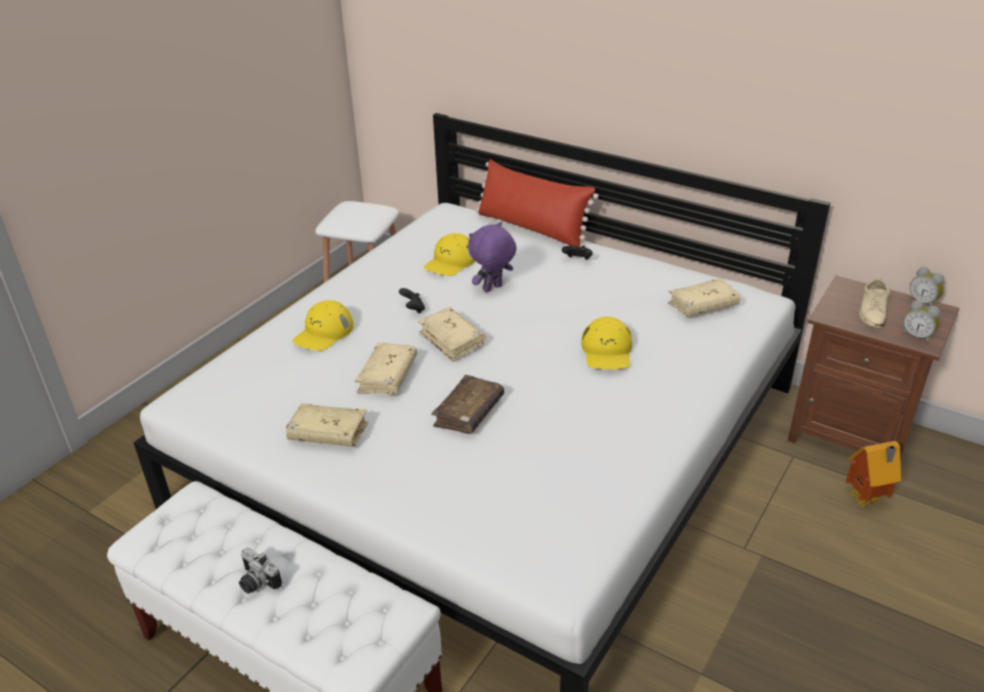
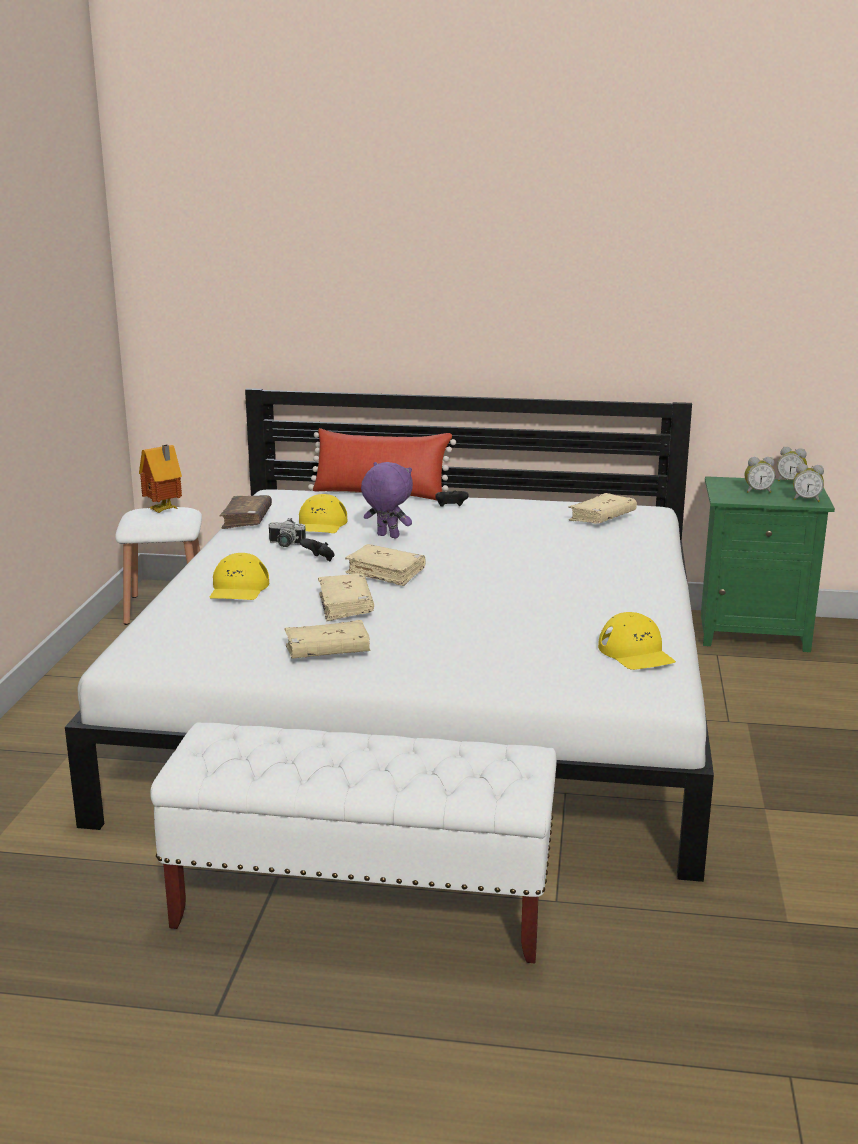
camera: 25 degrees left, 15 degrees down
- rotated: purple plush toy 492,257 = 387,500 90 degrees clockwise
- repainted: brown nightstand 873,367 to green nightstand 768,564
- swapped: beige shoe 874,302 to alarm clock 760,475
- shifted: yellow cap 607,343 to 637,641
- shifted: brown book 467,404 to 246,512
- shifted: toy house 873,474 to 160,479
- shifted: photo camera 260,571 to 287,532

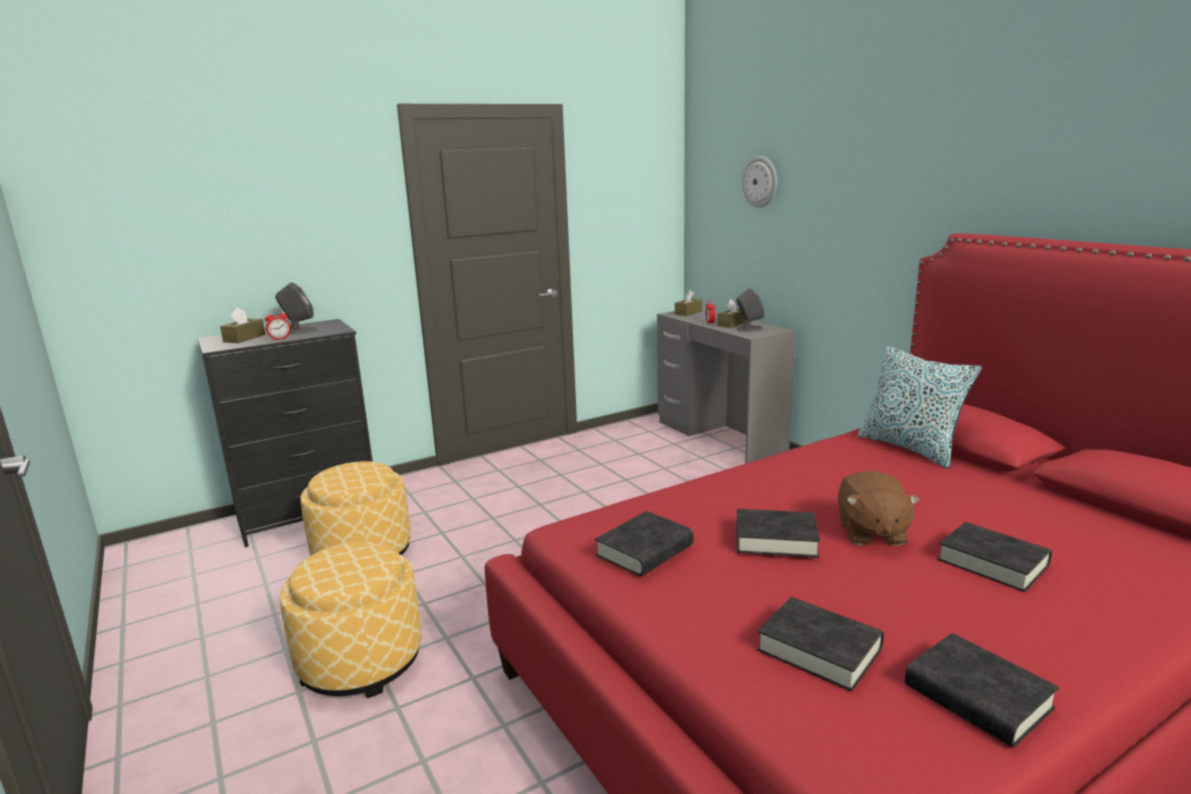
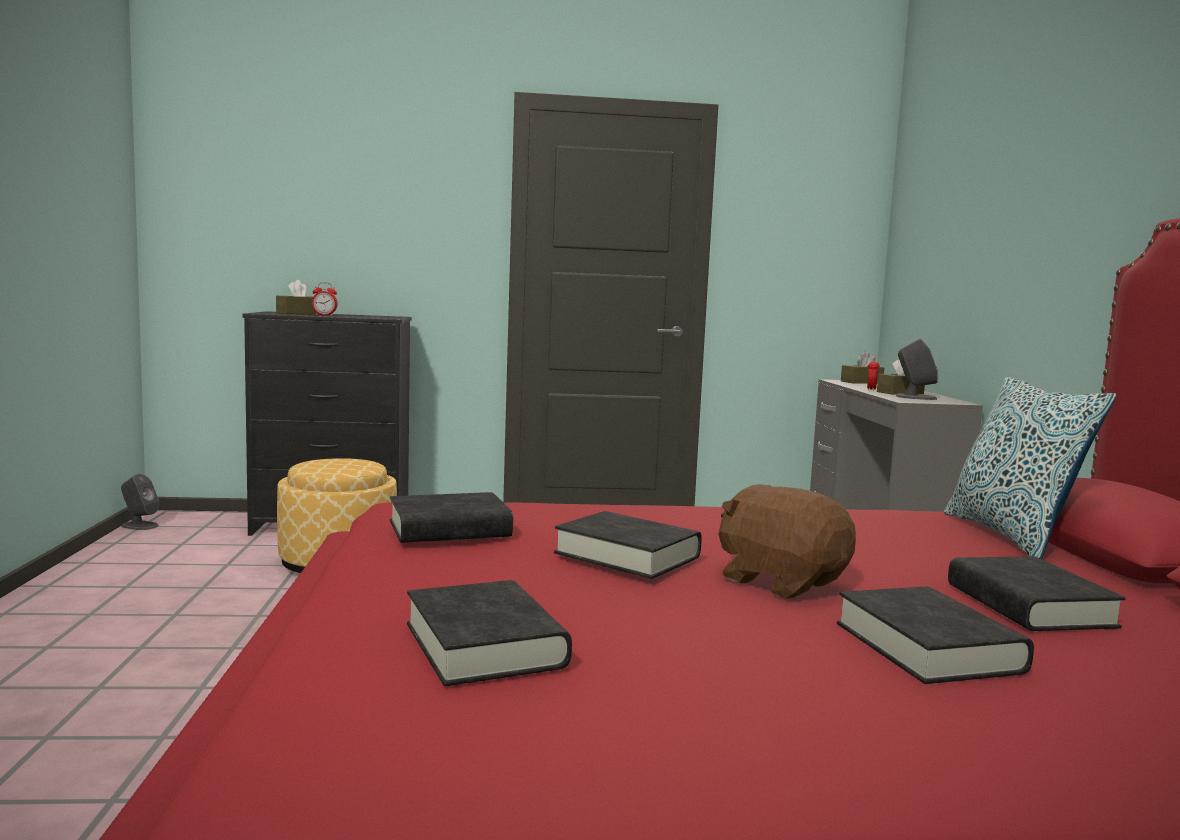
camera: 25 degrees right, 10 degrees down
- gone: wall clock 759,182
- shifted: grey speaker 296,308 to 140,502
- rotated: brown plush toy 879,508 = 787,541 105 degrees clockwise
- gone: ottoman 350,620
- shifted: black book 982,690 to 1037,593

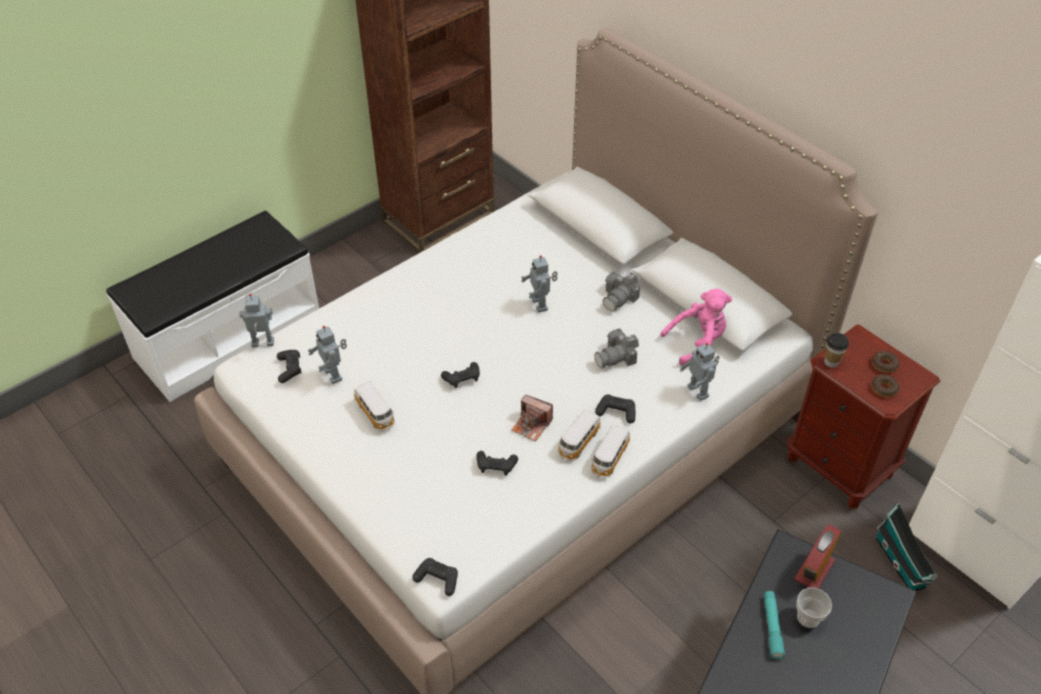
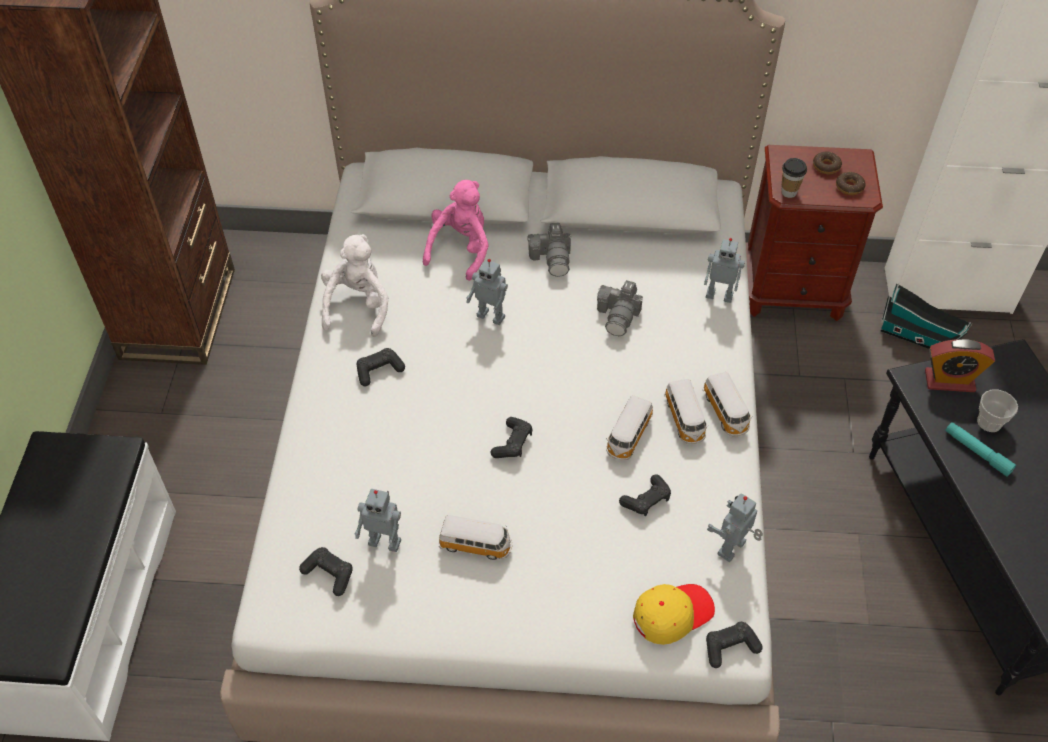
camera: 45 degrees left, 5 degrees up
- shifted: pink plush toy 696,327 to 456,230
- shifted: toy robot 256,321 to 735,527
- swapped: photo camera 532,417 to toy car 629,427
- shifted: black game controller 615,409 to 380,367
- rotated: alarm clock 818,556 = 960,365 75 degrees counterclockwise
- new: white plush toy 355,285
- new: yellow cap 674,614

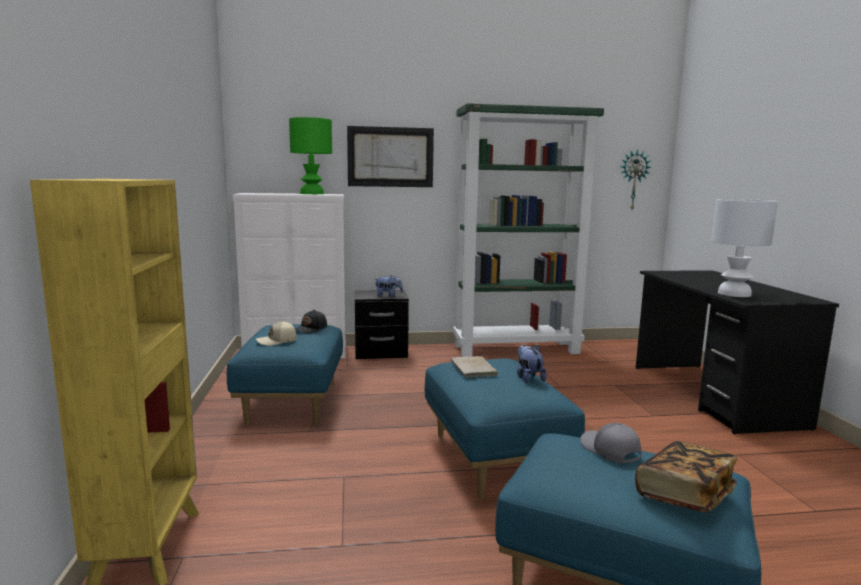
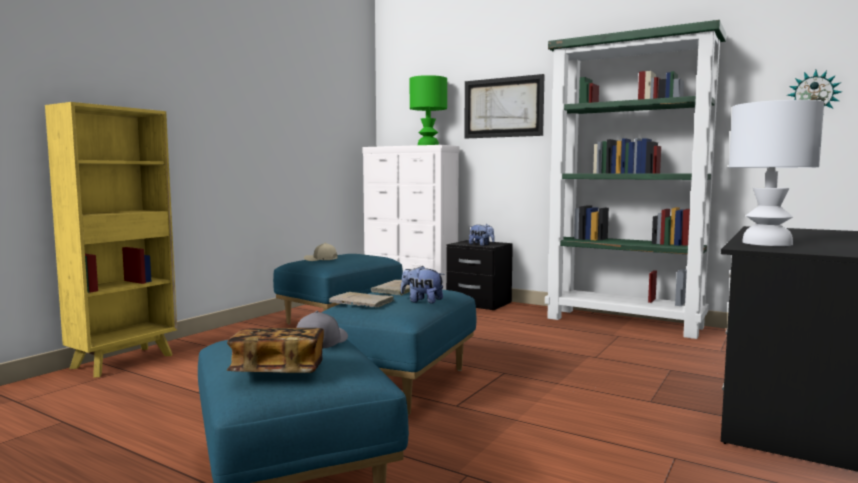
camera: 40 degrees right, 5 degrees down
- gone: black cap 311,321
- rotated: plush toy 532,364 = 422,284 90 degrees counterclockwise
- new: beige book 362,300

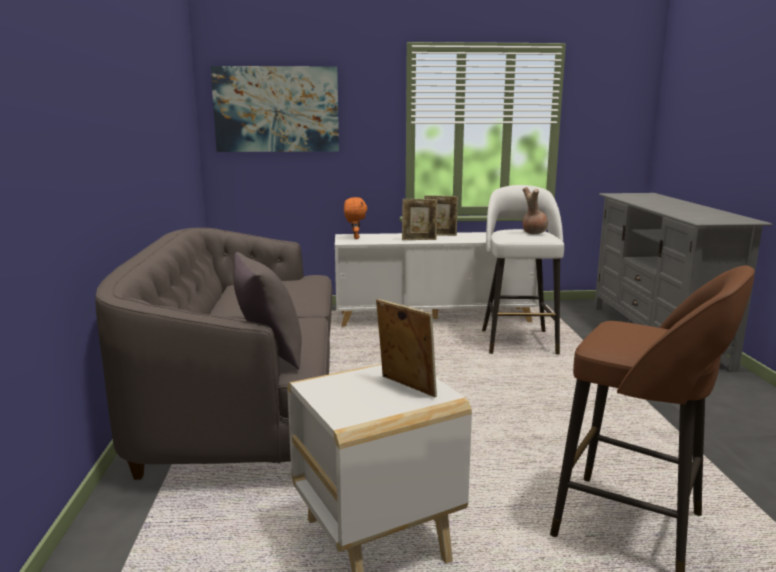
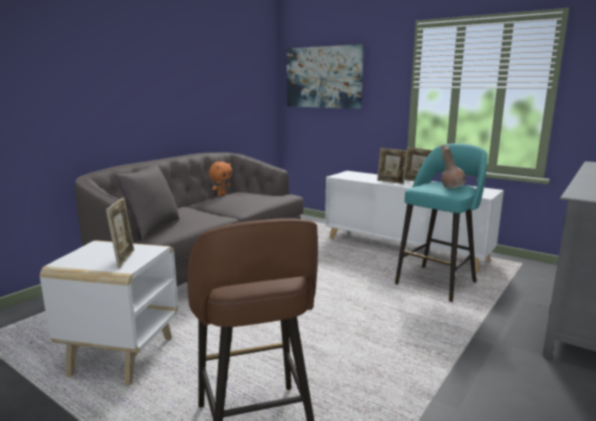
camera: 40 degrees right, 0 degrees up
- repainted: white stool 523,270 to turquoise stool 441,222
- shifted: orange plush toy 356,218 to 220,179

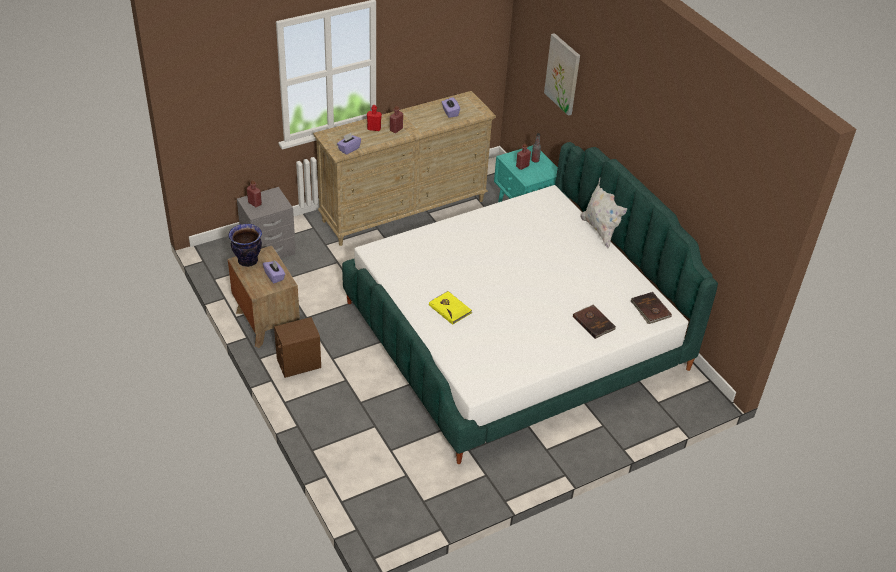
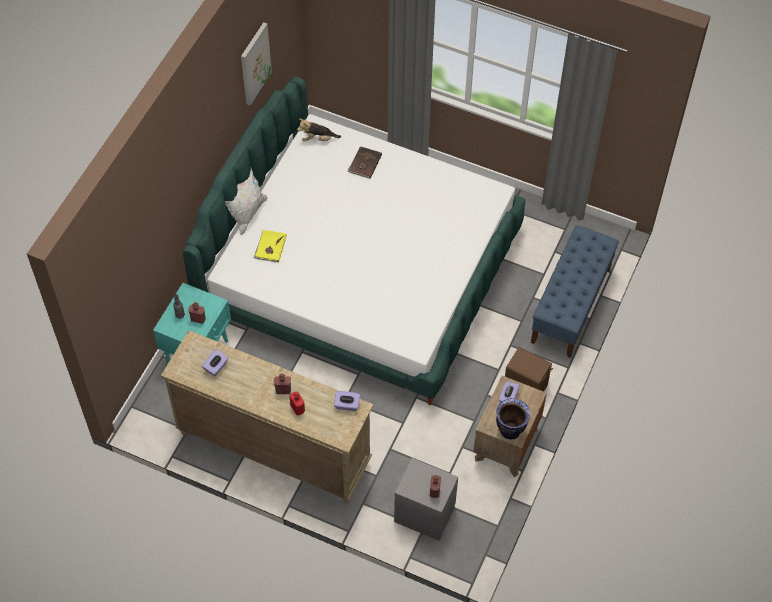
camera: 125 degrees left, 15 degrees up
- shifted: picture 562,74 to 256,63
- shifted: yellow book 450,308 to 270,246
- swapped: brown book 651,308 to plush toy 319,130
- new: blue bench 575,291

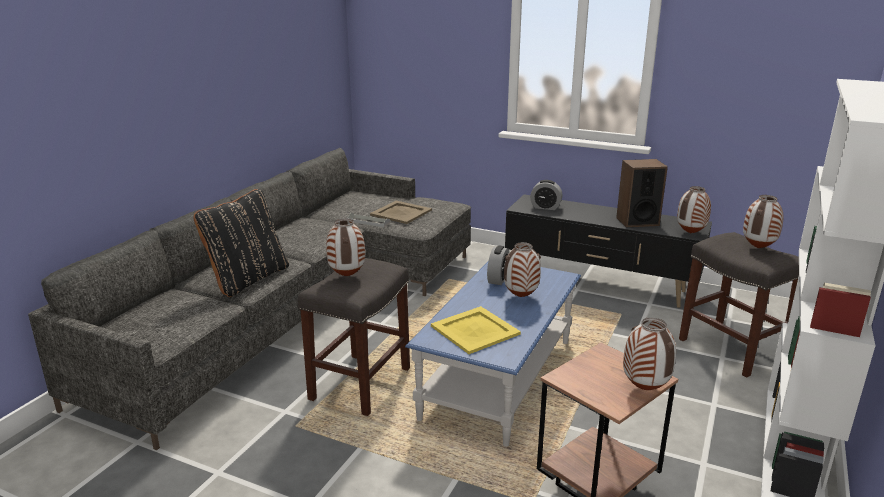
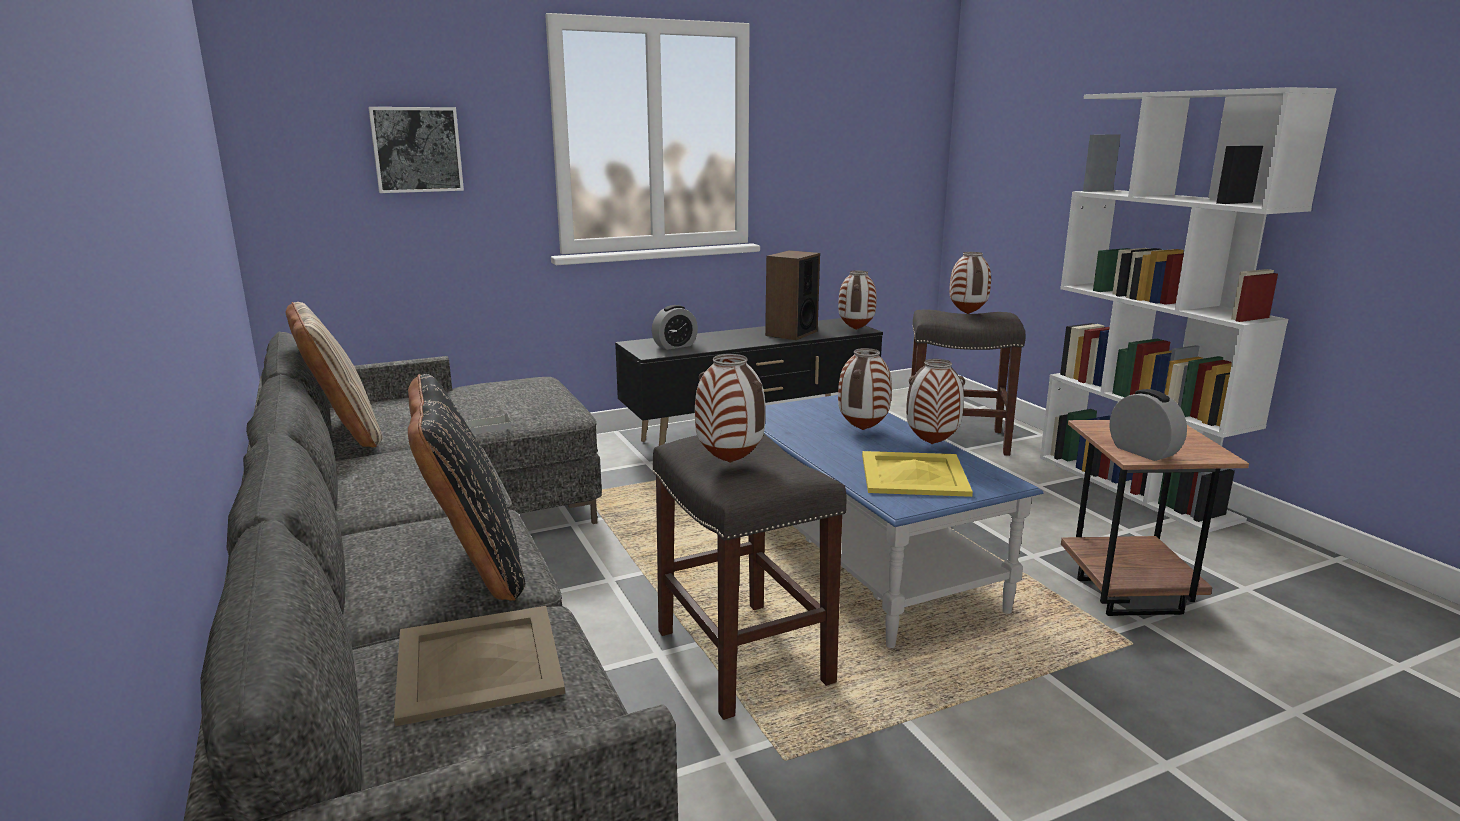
camera: 50 degrees left, 5 degrees down
- shifted: beige tray 401,212 to 479,666
- shifted: alarm clock 498,265 to 1148,425
- shifted: vase 649,353 to 935,401
- new: picture 416,150
- new: beige pillow 334,374

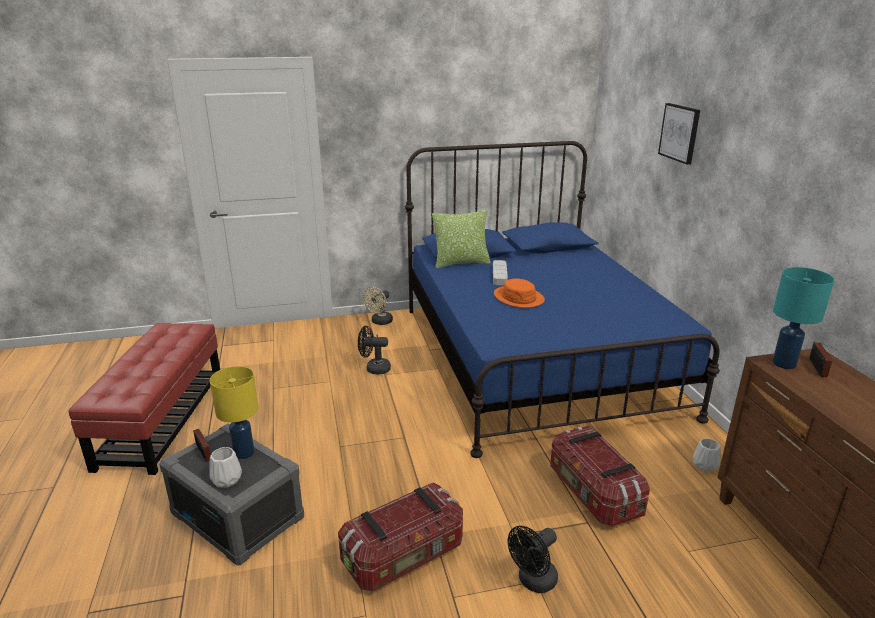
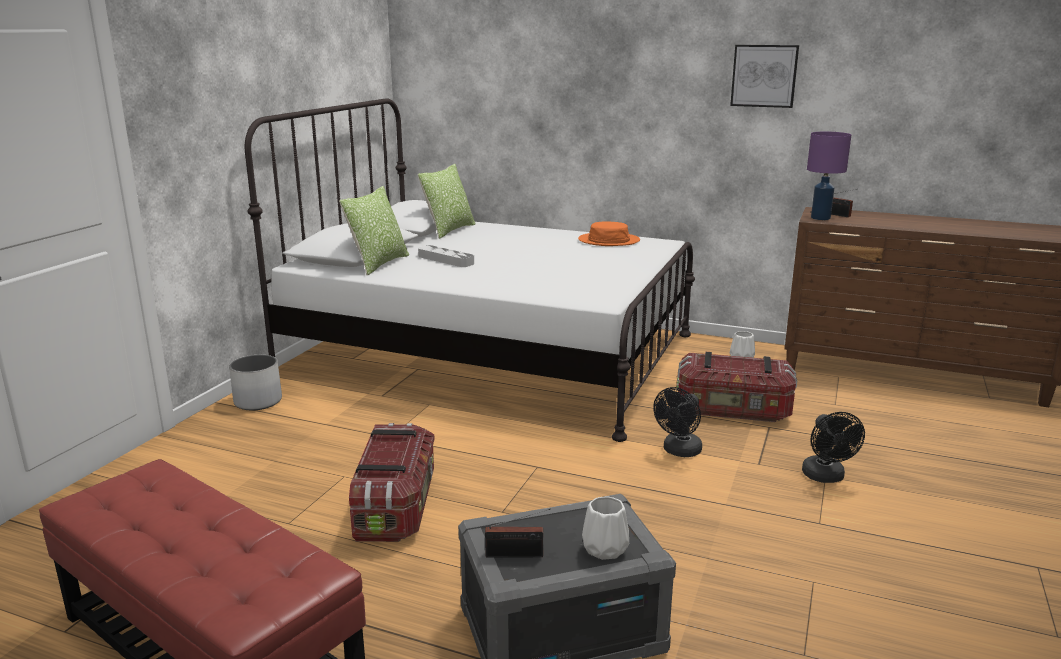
camera: 55 degrees left, 5 degrees down
- shifted: picture 679,134 to 764,76
- repainted: blue bed 562,299 to white bed 470,270
- repainted: turquoise table lamp 803,318 to purple table lamp 829,176
- shifted: orange hat 519,293 to 609,233
- swapped: beige fan 378,306 to white planter 255,382
- shifted: black fan 374,350 to 677,422
- gone: yellow table lamp 234,412
- shifted: storage box 400,537 to 392,482
- new: pillow 446,201

